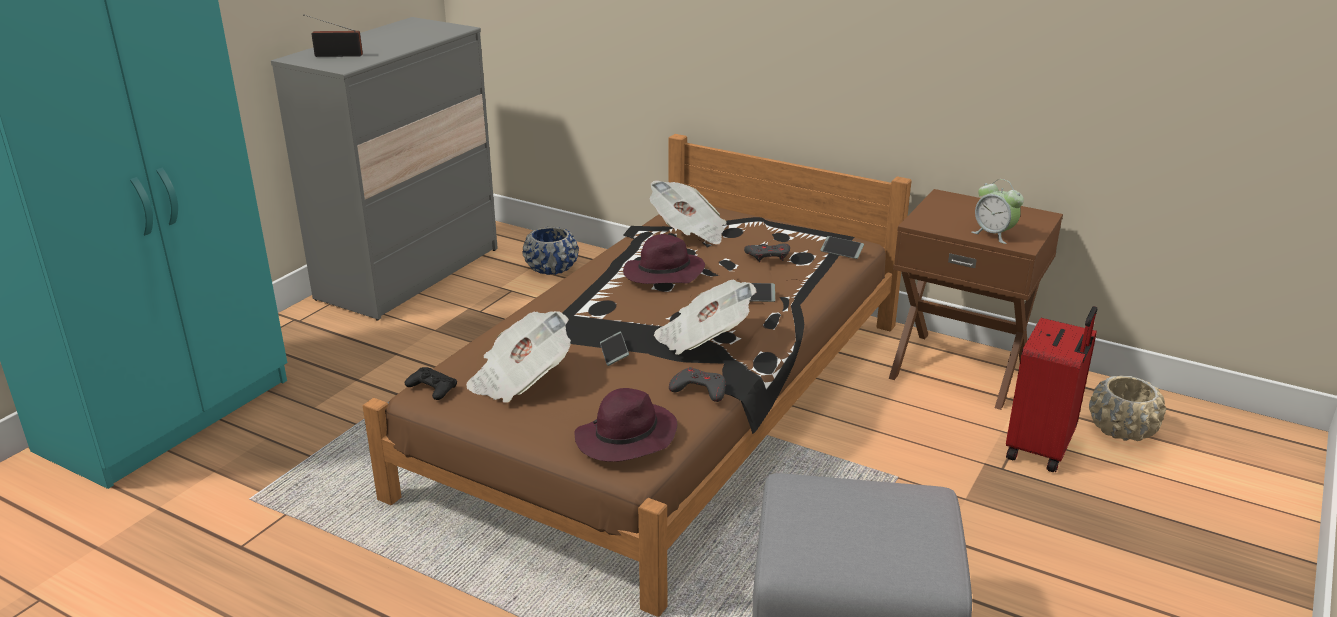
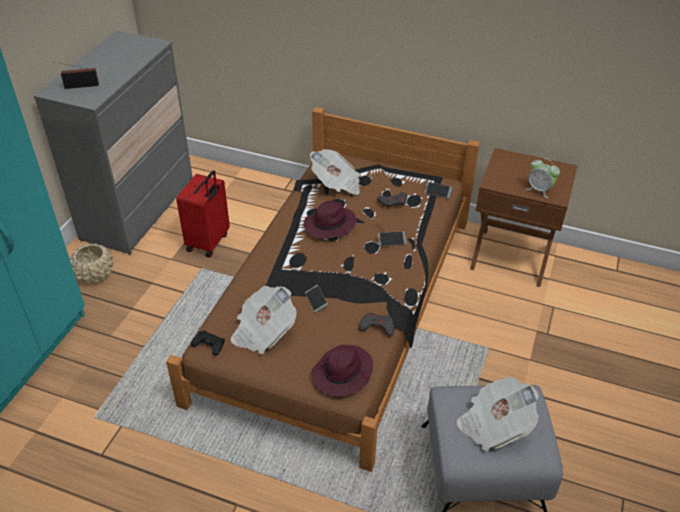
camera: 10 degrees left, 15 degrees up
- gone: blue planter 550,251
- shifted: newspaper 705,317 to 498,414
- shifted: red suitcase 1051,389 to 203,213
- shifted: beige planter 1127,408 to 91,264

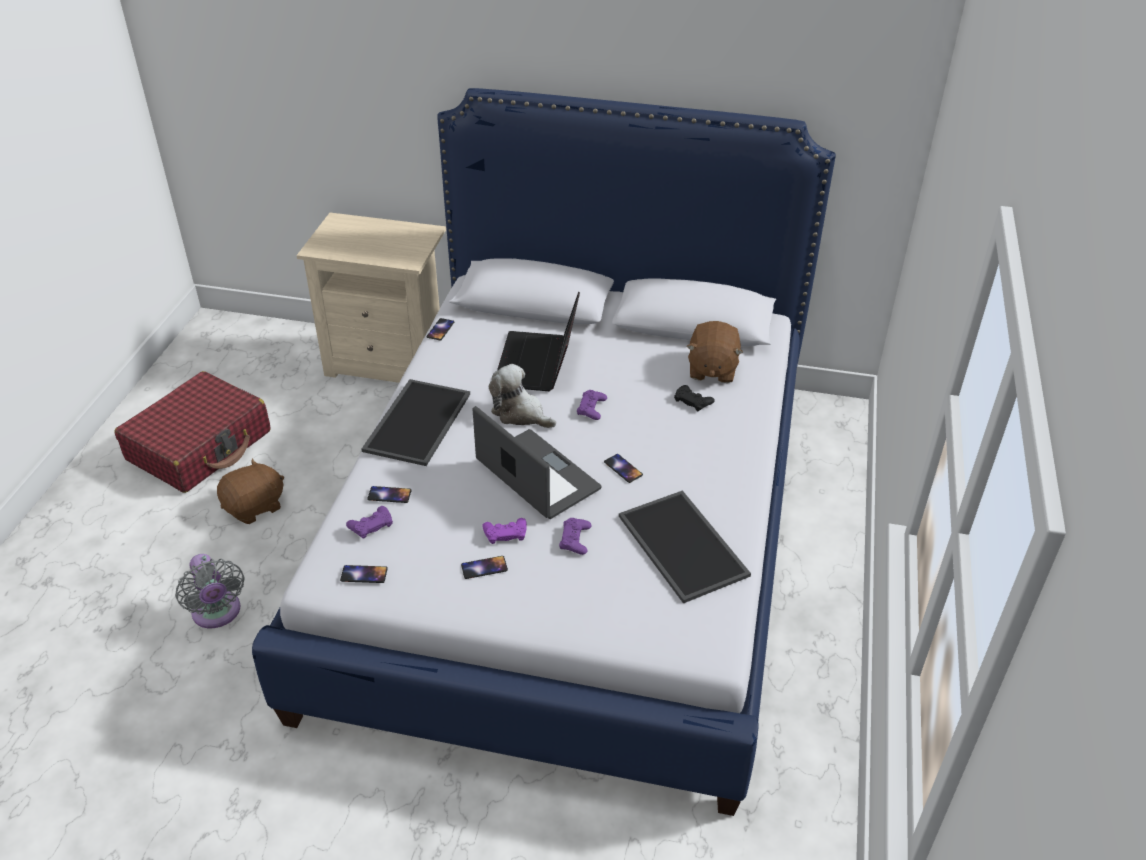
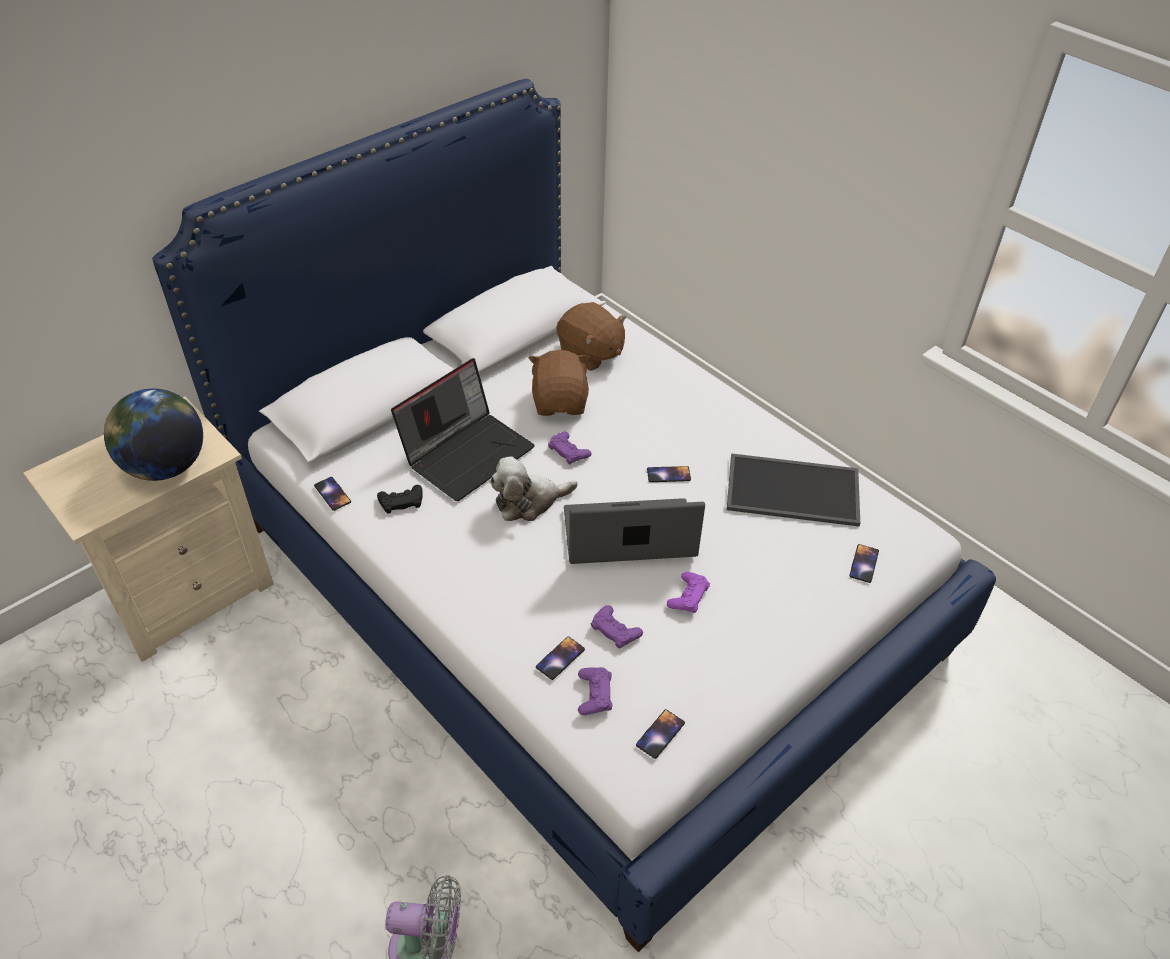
camera: 55 degrees left, 5 degrees up
- rotated: laptop 538,341 = 463,429 90 degrees counterclockwise
- gone: red suitcase 192,432
- gone: tray 415,422
- shifted: black game controller 694,398 to 400,499
- shifted: brown plush toy 250,491 to 559,383
- shifted: purple game controller 575,536 to 617,627
- shifted: phone 484,567 to 864,563
- new: globe 153,435

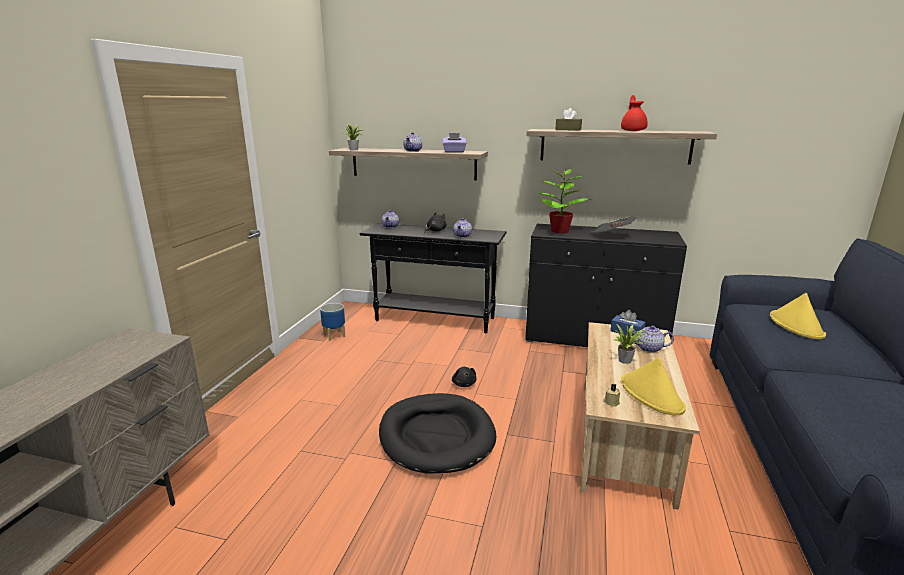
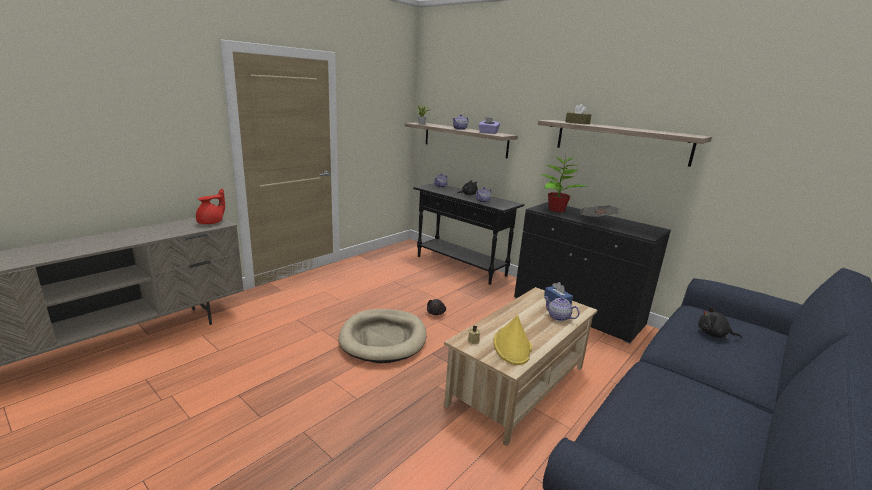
camera: 25 degrees right, 0 degrees up
- shifted: red teapot 634,113 to 210,206
- swapped: yellow hat 798,316 to black plush toy 720,323
- gone: planter 332,322
- gone: potted plant 630,344
- repainted: black dog bed 437,433 to beige dog bed 382,336

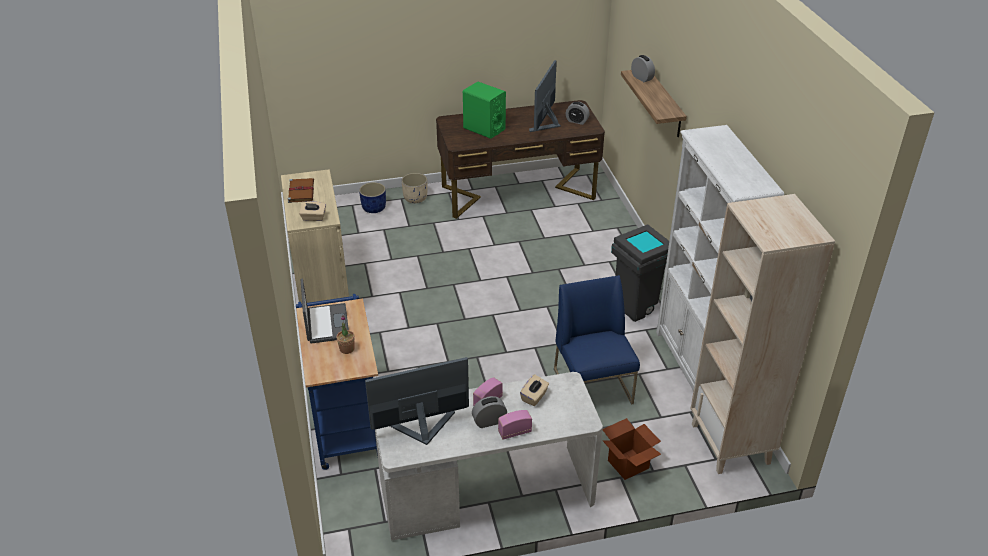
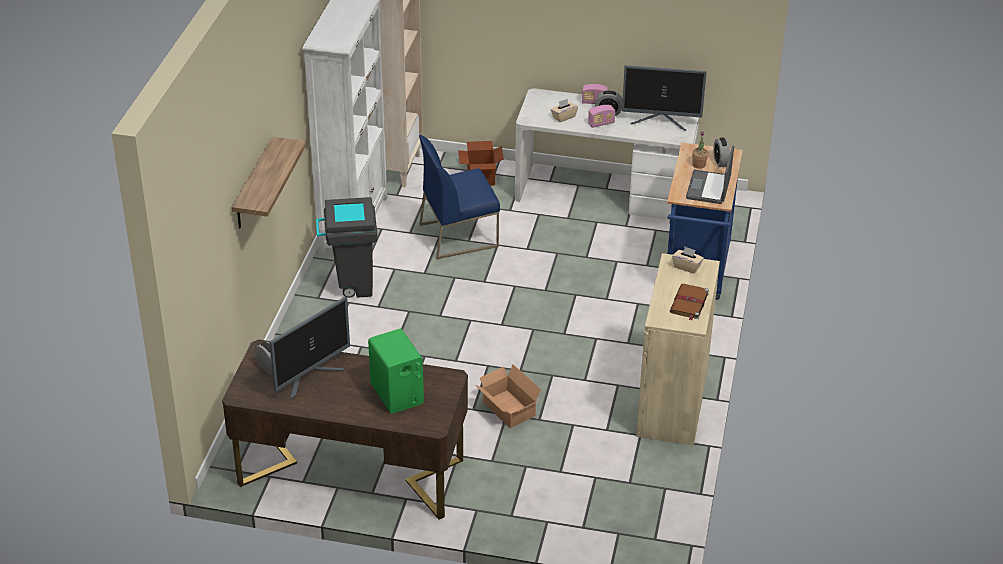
camera: 155 degrees left, 0 degrees up
- shifted: alarm clock 643,68 to 721,152
- gone: beige planter 414,188
- gone: blue planter 372,197
- rotated: blue chair 597,340 = 459,197 60 degrees clockwise
- new: cardboard box 507,396

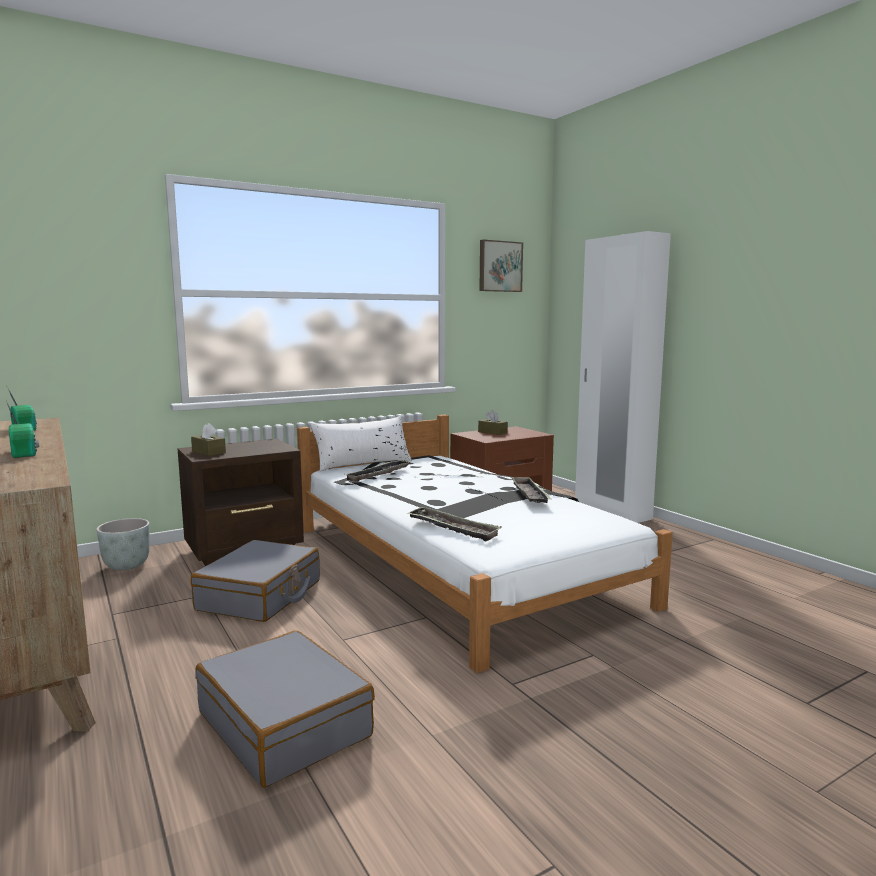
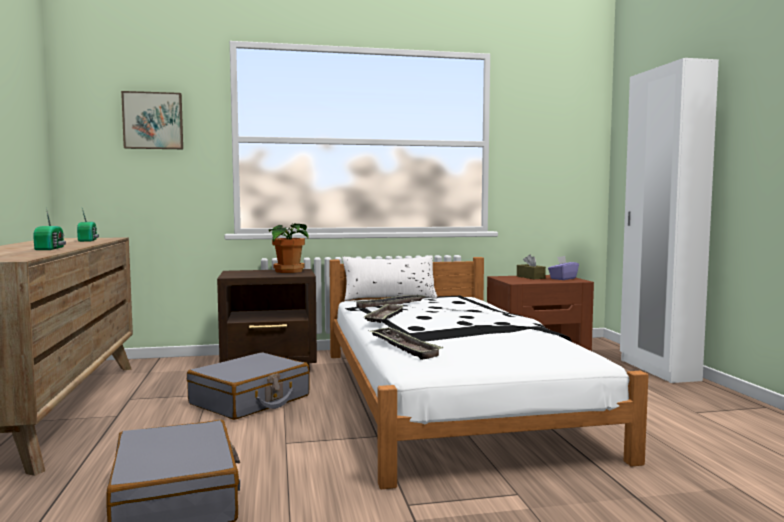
camera: 20 degrees right, 5 degrees down
- shifted: picture 501,266 to 152,120
- gone: brown tissue box 208,439
- shifted: tray 531,490 to 383,313
- gone: grey planter 122,544
- new: potted plant 289,248
- new: purple tissue box 563,268

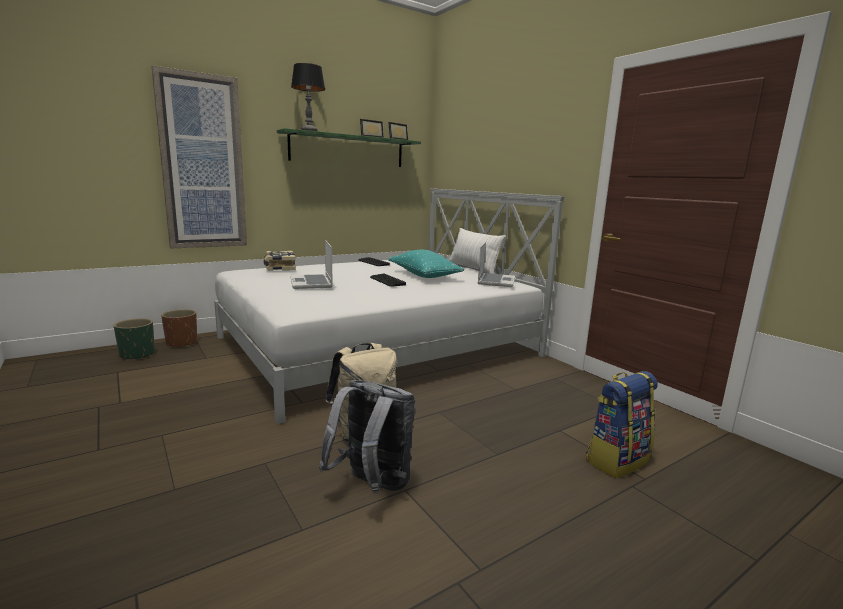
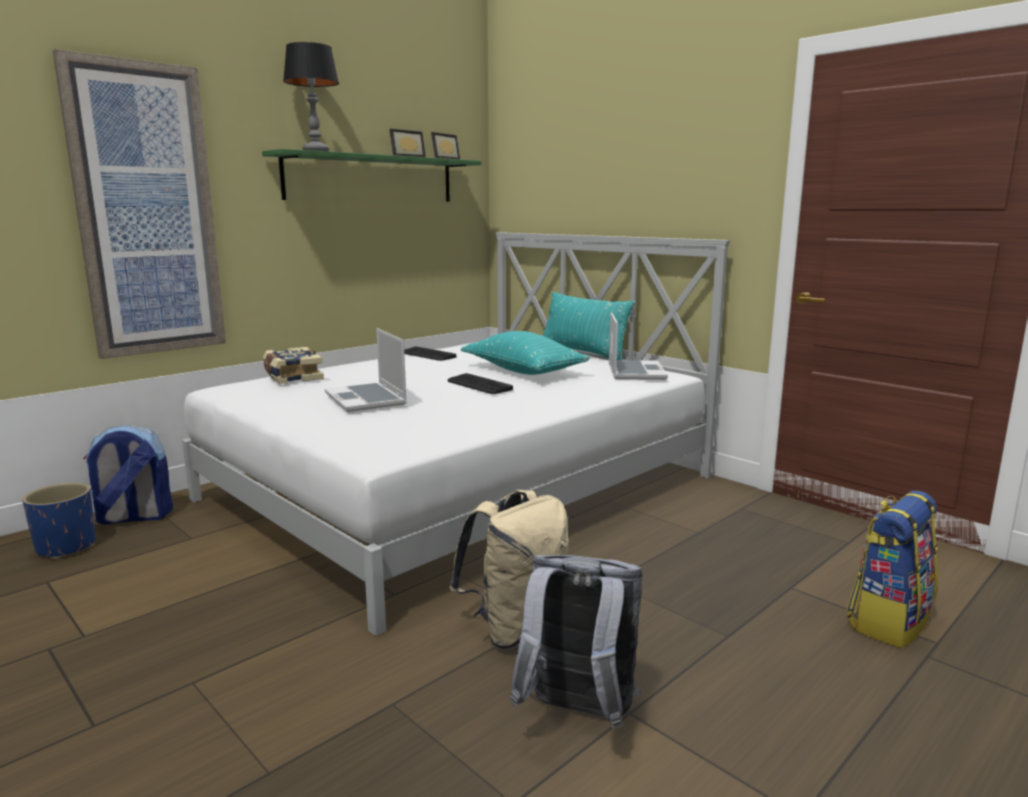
camera: 10 degrees left, 0 degrees up
- repainted: white pillow 477,251 to turquoise pillow 589,326
- swapped: brown planter 179,328 to backpack 128,475
- repainted: green planter 134,339 to blue planter 58,521

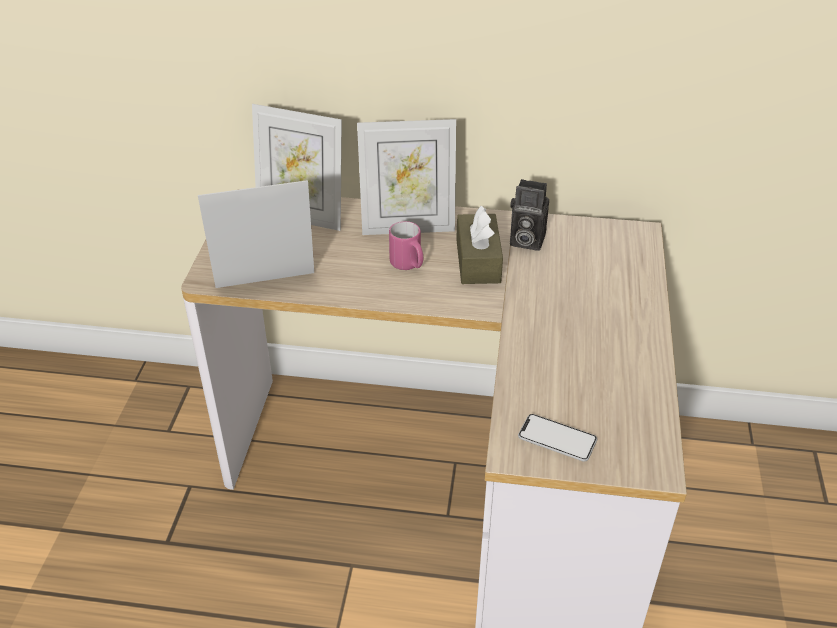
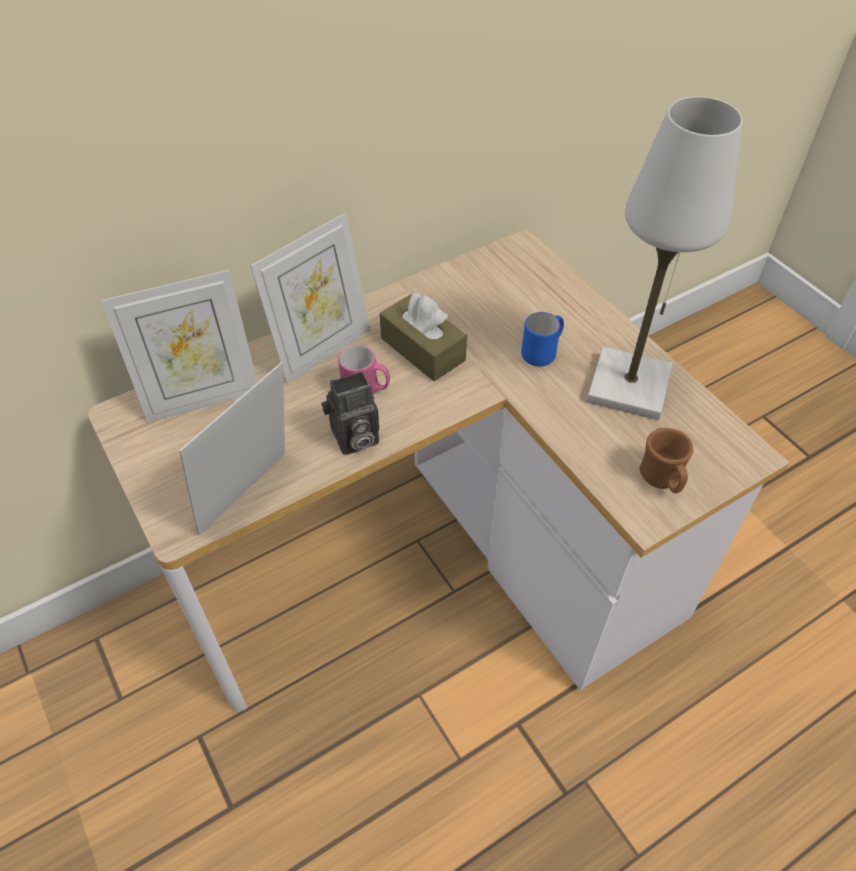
camera: 40 degrees left, 10 degrees up
- shifted: photo camera 529,215 to 350,413
- swapped: phone 557,437 to brown mug 666,460
- new: white table lamp 665,258
- new: blue mug 542,339

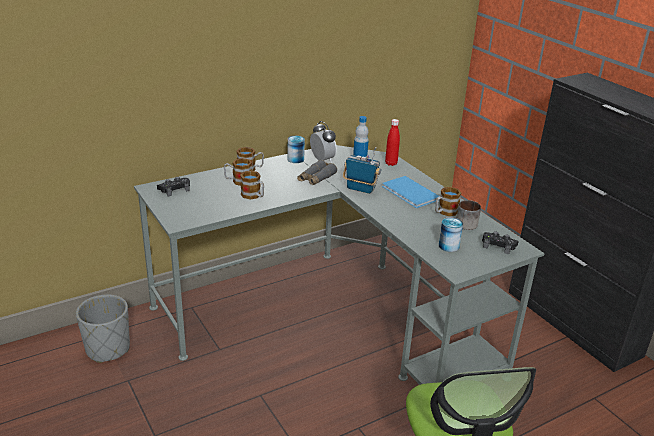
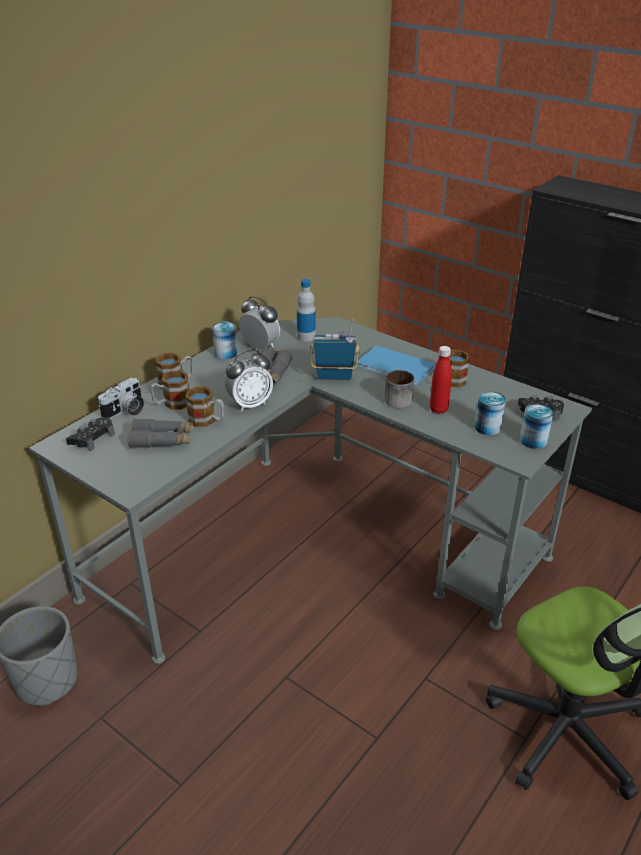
camera: 20 degrees left, 5 degrees up
- shifted: red bottle 392,142 to 441,380
- shifted: mug 469,215 to 399,389
- new: alarm clock 249,380
- new: photo camera 121,398
- new: can 536,426
- new: grey binoculars 160,433

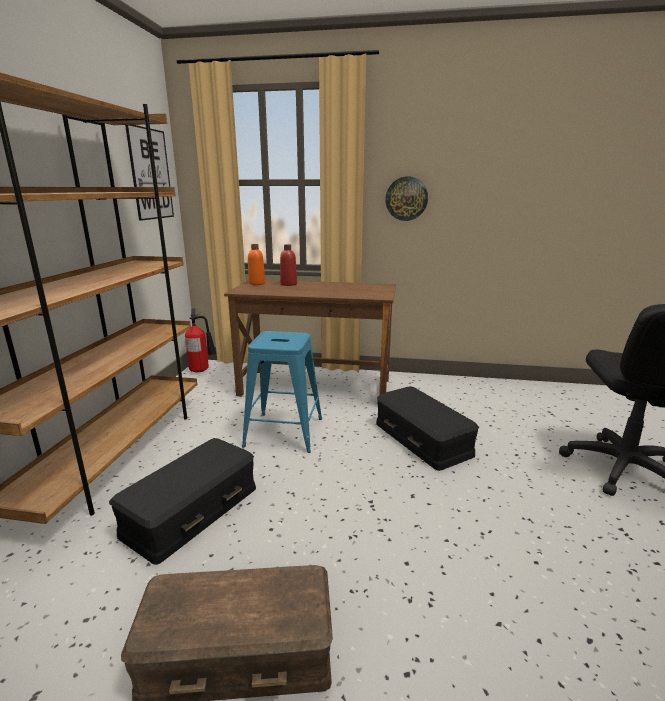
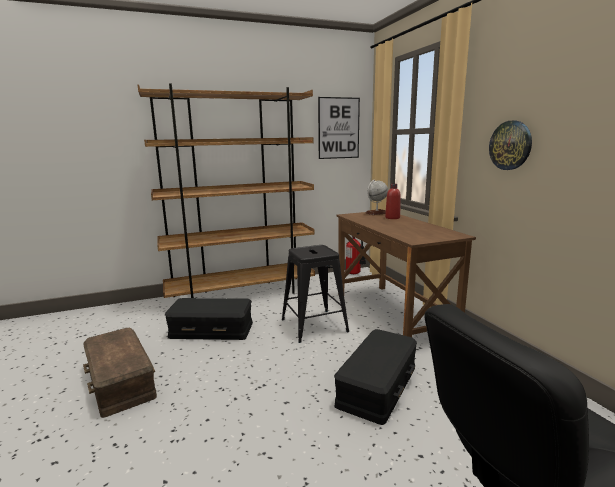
camera: 60 degrees right, 5 degrees down
- swapped: orange bottle 256,264 to globe 377,197
- repainted: blue stool 282,392 to black stool 315,294

